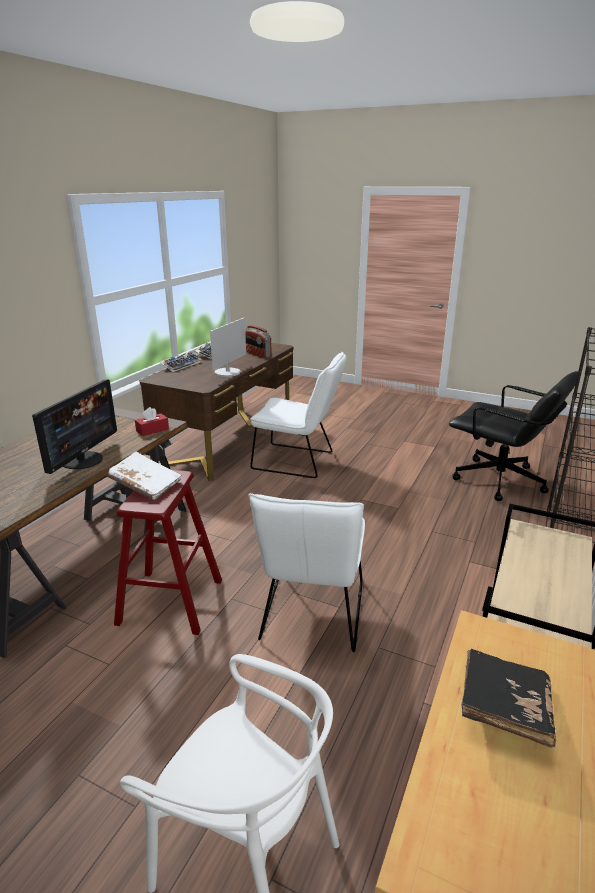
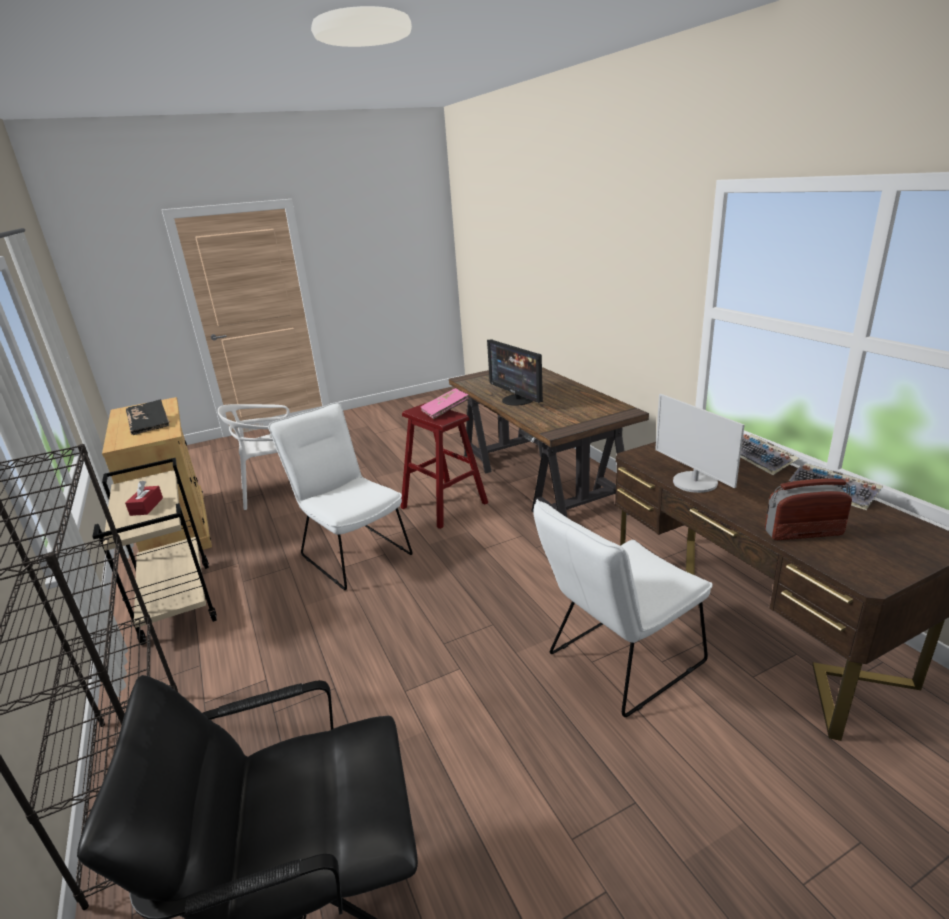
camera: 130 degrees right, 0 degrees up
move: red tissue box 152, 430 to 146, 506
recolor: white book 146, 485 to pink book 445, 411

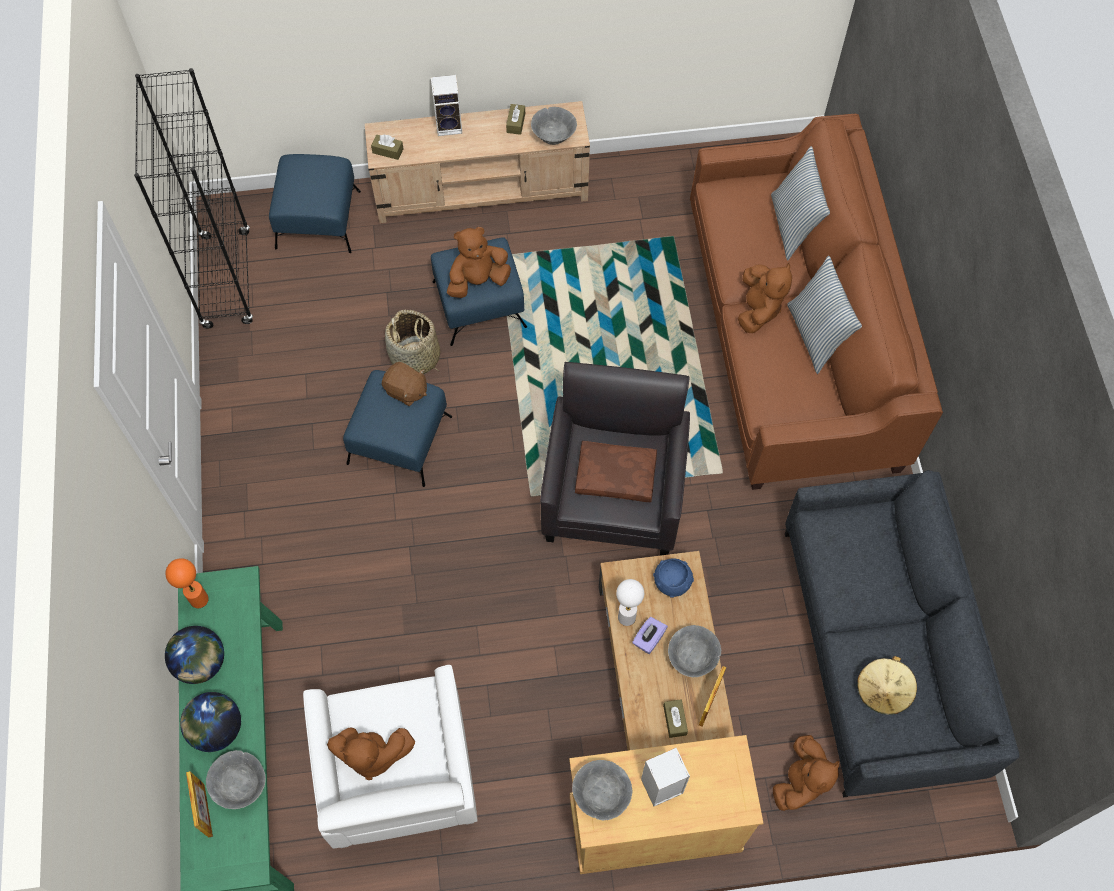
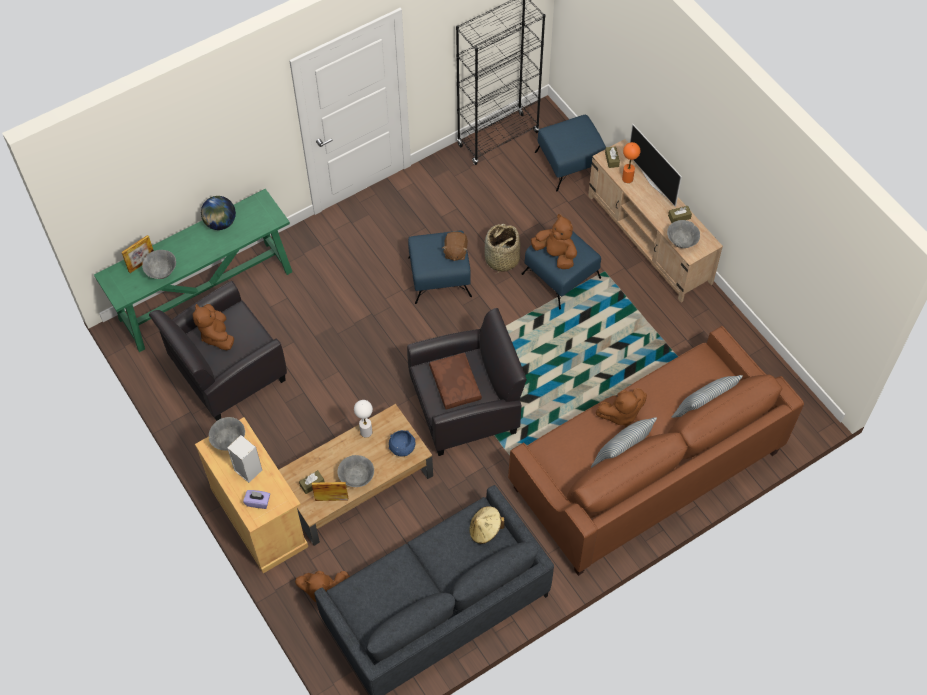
camera: 65 degrees right, 5 degrees down
delete: globe 216, 729
move: orange table lamp 199, 599 to 627, 178; purple tissue box 648, 639 to 258, 502; beige hat 883, 691 to 485, 530
replace: speaker 450, 125 to television 653, 183
recolor: white armchair 399, 776 to black armchair 227, 372

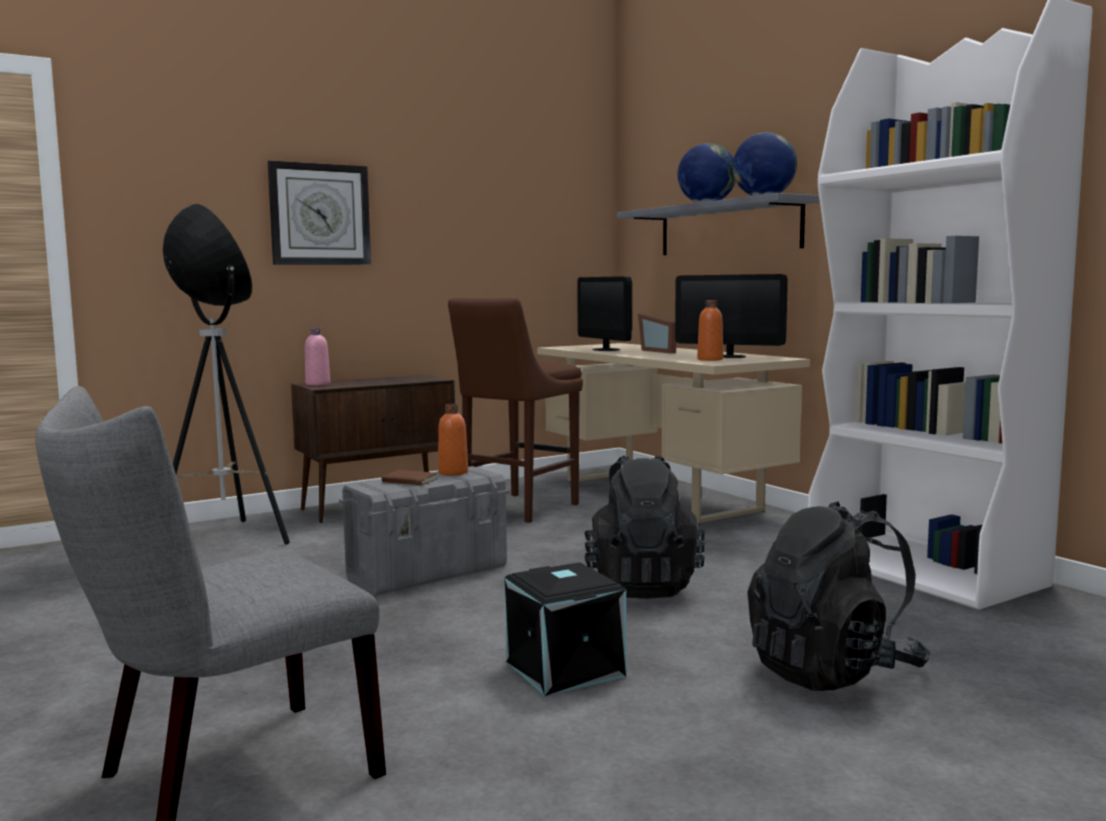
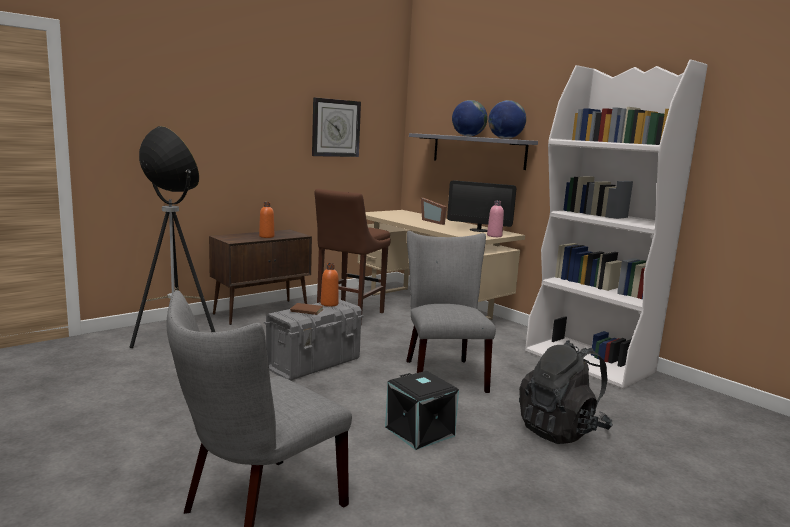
camera: 10 degrees left, 5 degrees up
delete: monitor 606, 349
move: wall clock 320, 214 to 335, 128; pink bottle 318, 384 to 494, 236; orange bottle 710, 359 to 266, 236
replace: black backpack 642, 585 to grey chair 442, 373

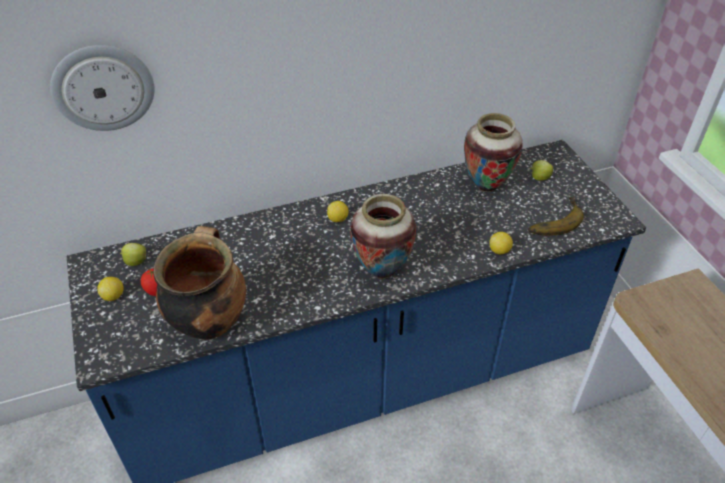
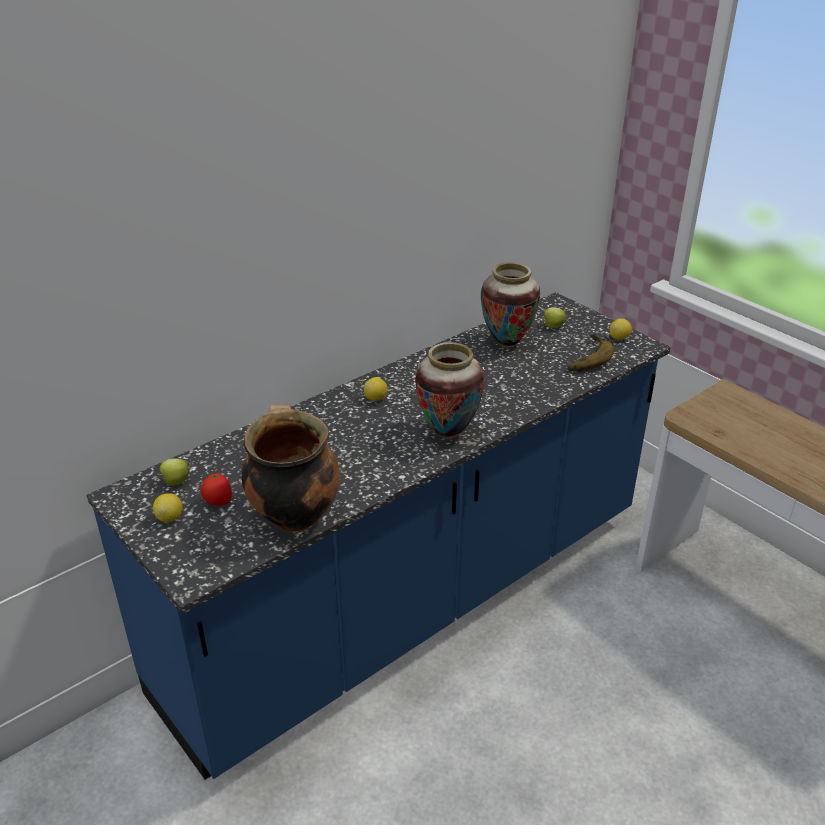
camera: 20 degrees left, 10 degrees down
delete: wall clock 103, 87
move: lemon 499, 251 to 619, 338

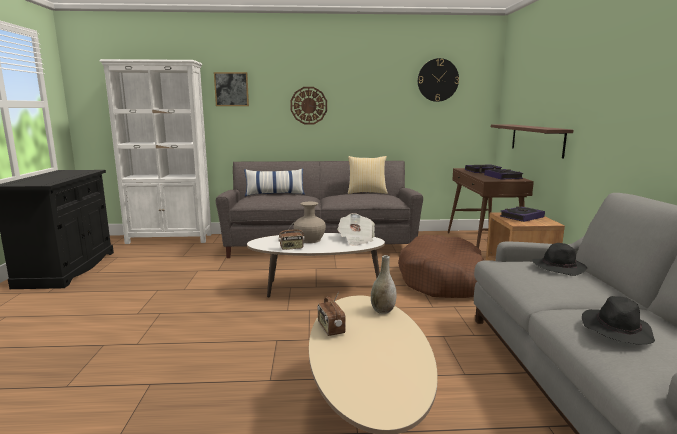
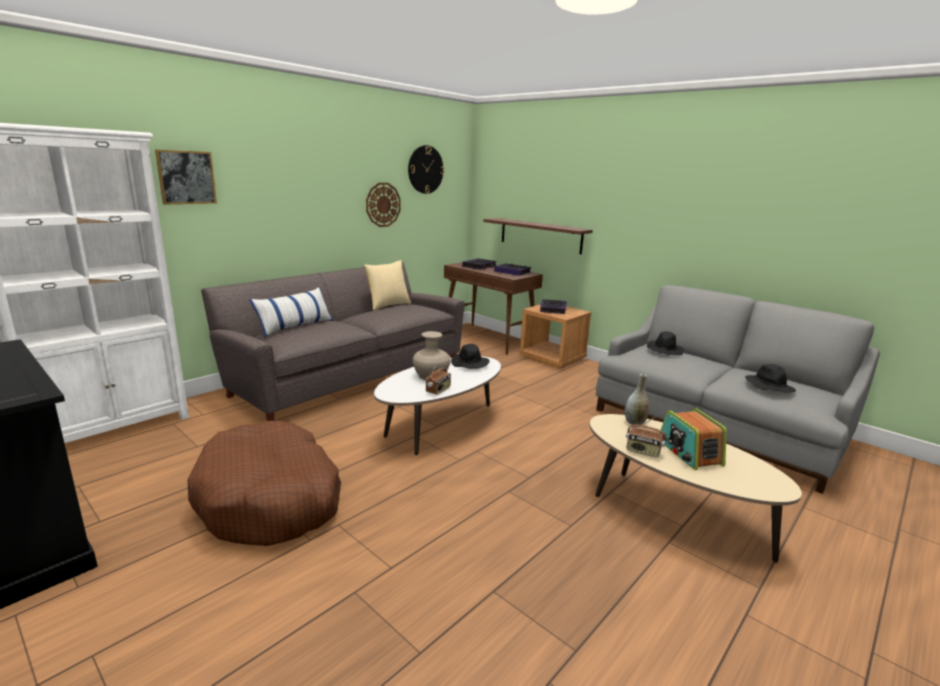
camera: 45 degrees left, 5 degrees up
insert: radio 688, 453
move: wall clock 308, 105 to 383, 204; brown dog bed 443, 280 to 270, 499
replace: newspaper 356, 240 to black hat 470, 364

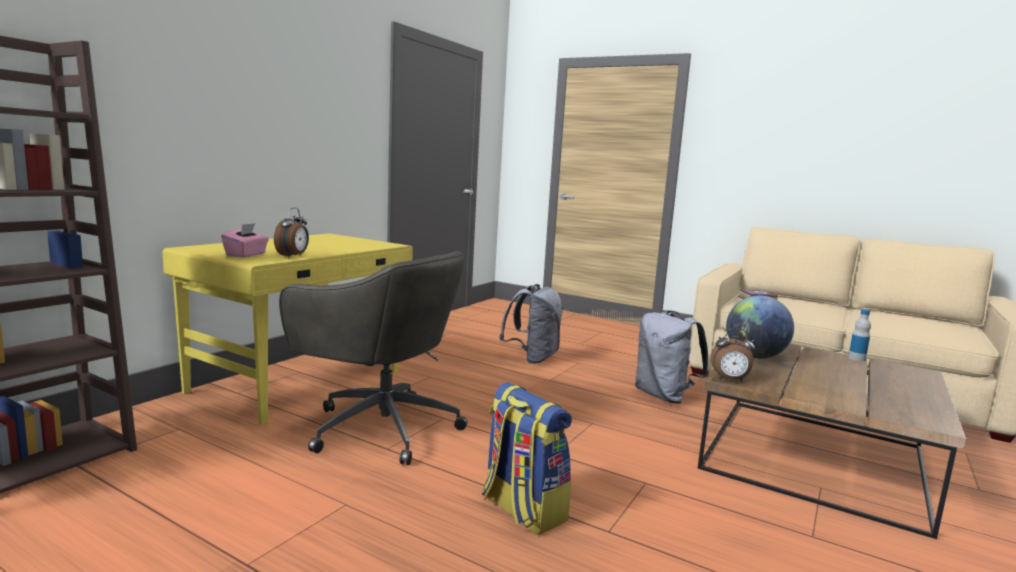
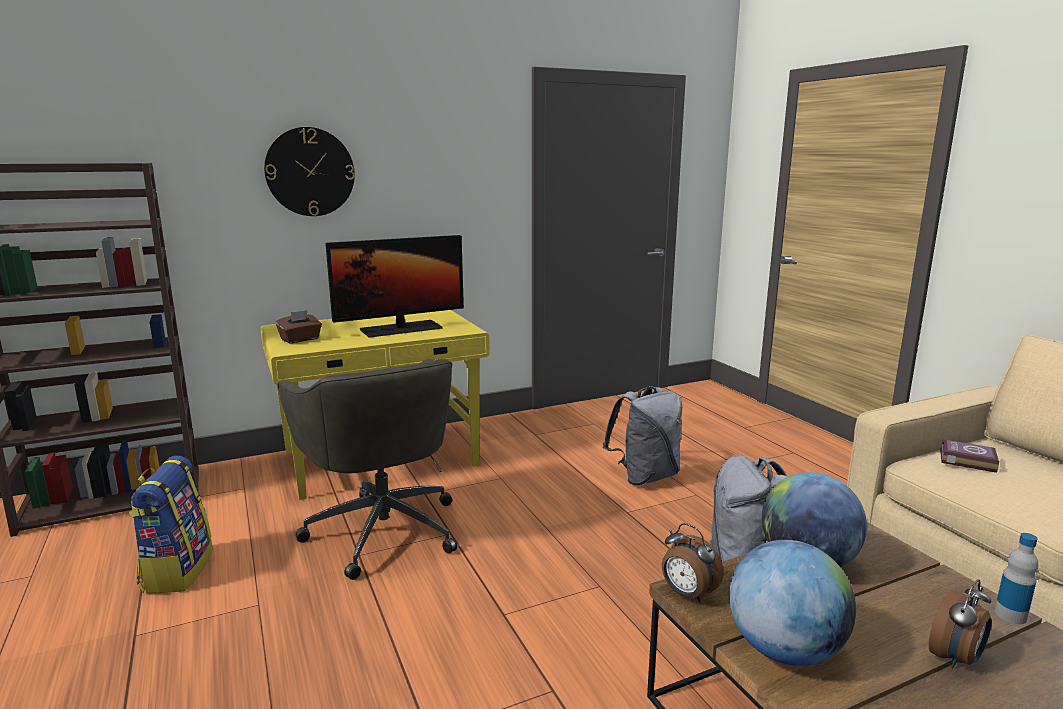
camera: 35 degrees right, 5 degrees up
insert: wall clock 310, 172; monitor 401, 329; globe 784, 650
move: alarm clock 293, 256 to 956, 658; backpack 522, 510 to 177, 570
recolor: pink tissue box 246, 255 to brown tissue box 300, 339

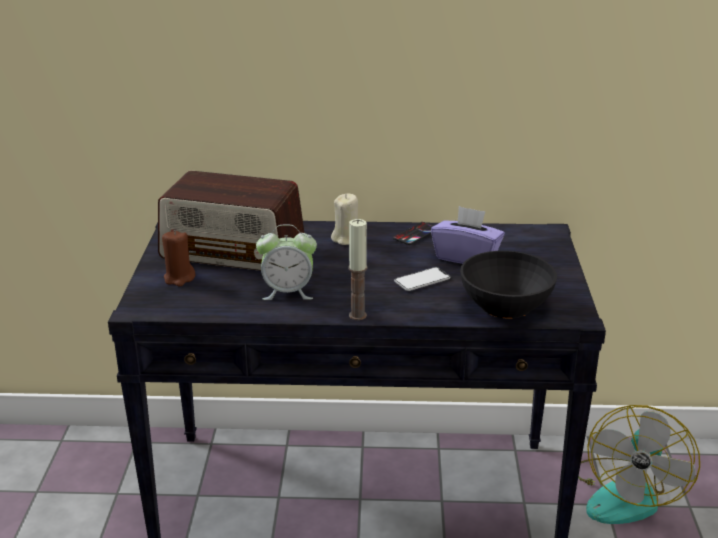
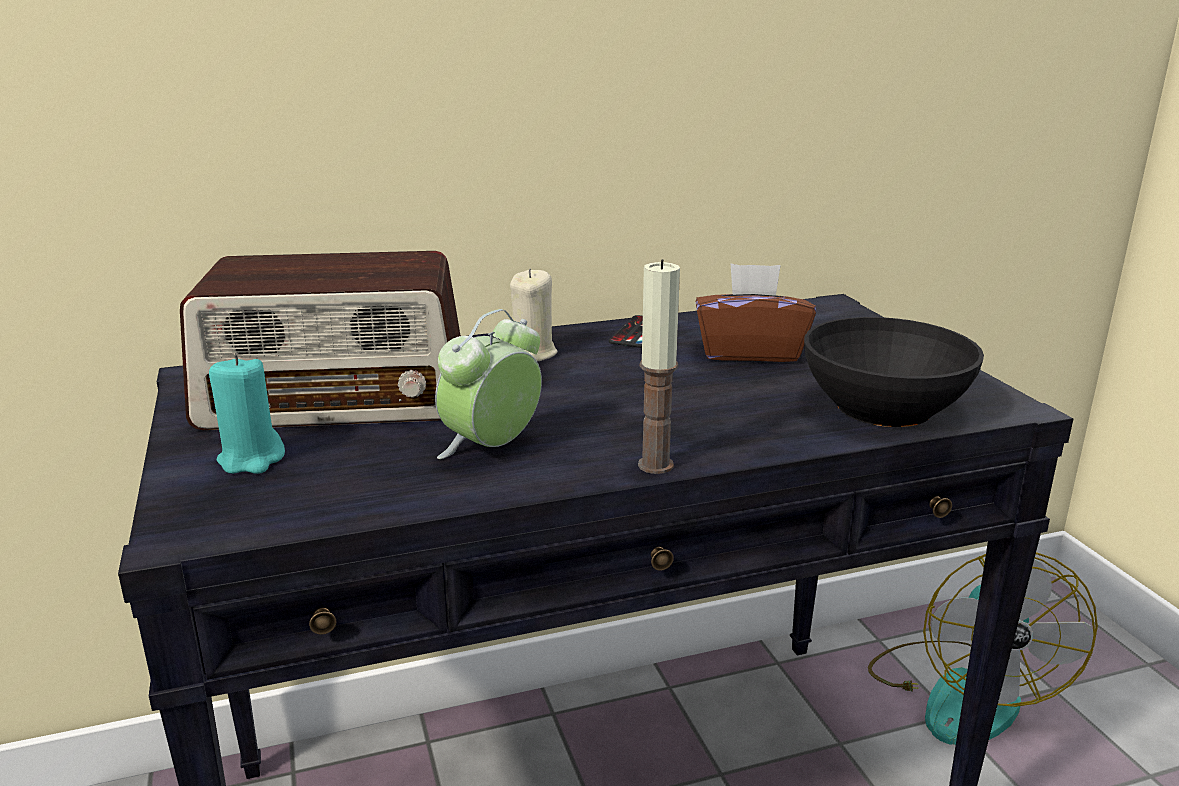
camera: 20 degrees left, 5 degrees down
delete: phone 422, 280
recolor: brown candle 179, 278 to turquoise candle 251, 459; purple tissue box 466, 257 to brown tissue box 750, 351
rotate: alarm clock 288, 292 = 492, 448 150 degrees clockwise

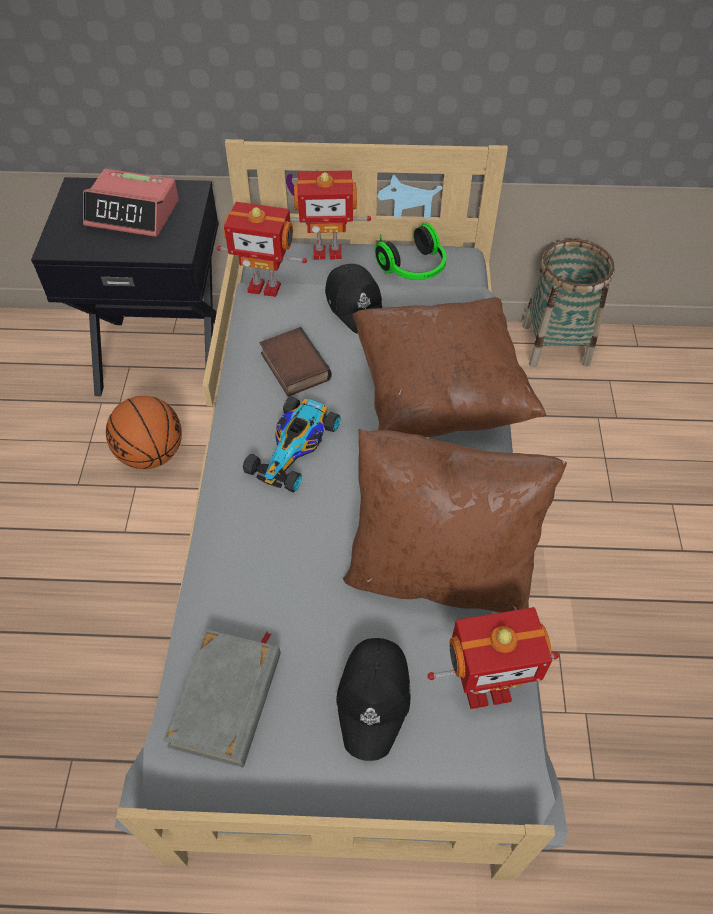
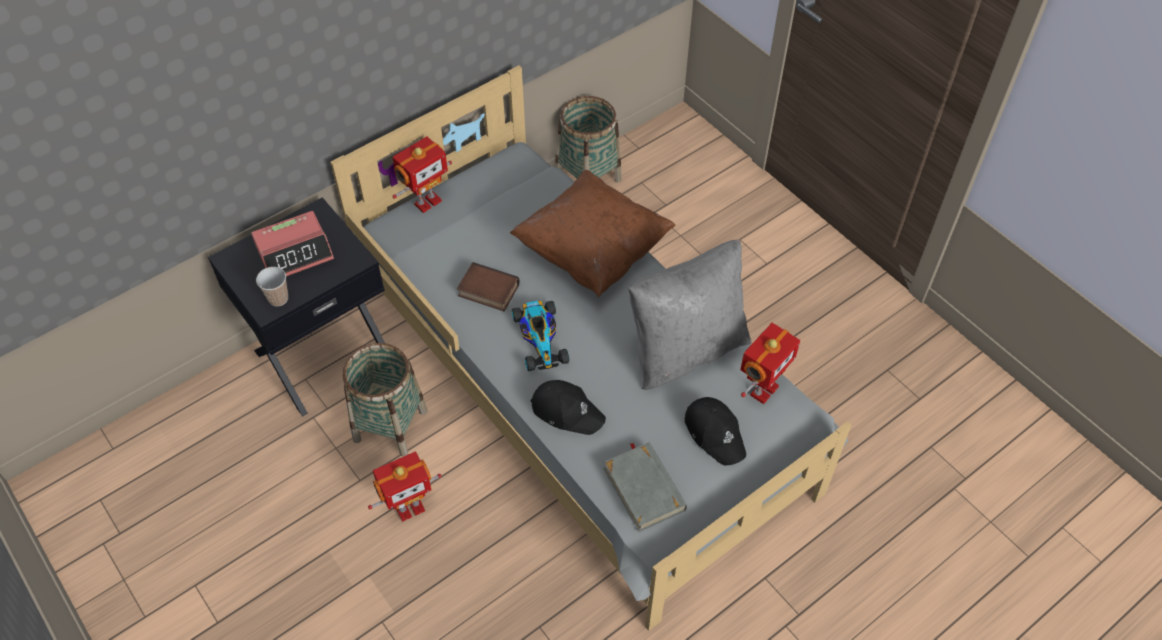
camera: 40 degrees left, 0 degrees up
delete: headphones 414, 269
insert: cup 278, 298
move: toy robot 265, 286 to 409, 508; black cap 355, 304 to 567, 411
replace: basketball 151, 454 to basket 390, 425
recolor: brown pillow 439, 570 to grey pillow 686, 349

